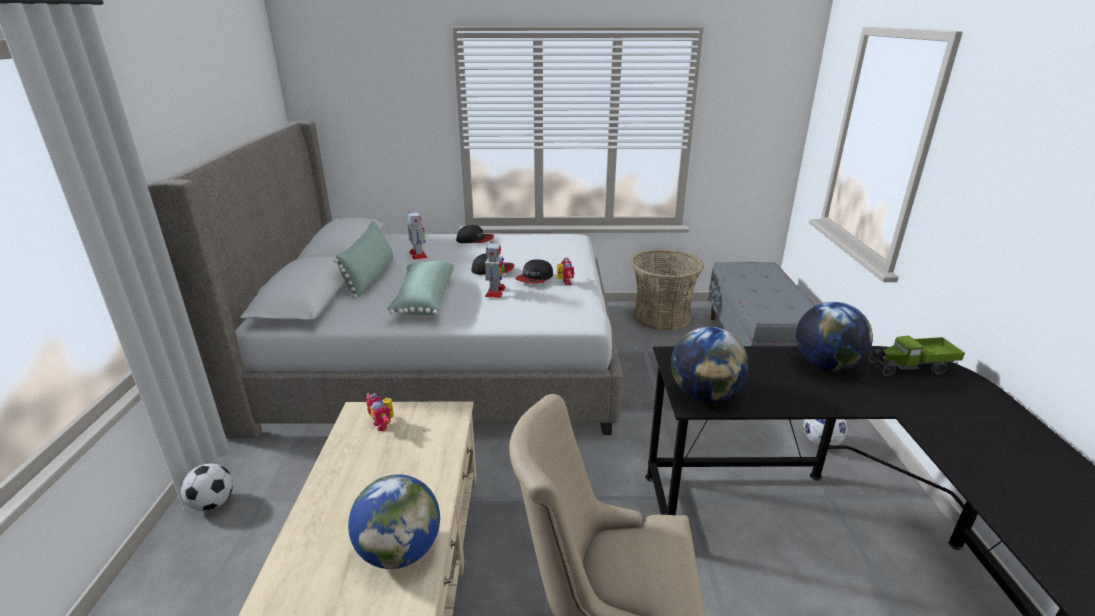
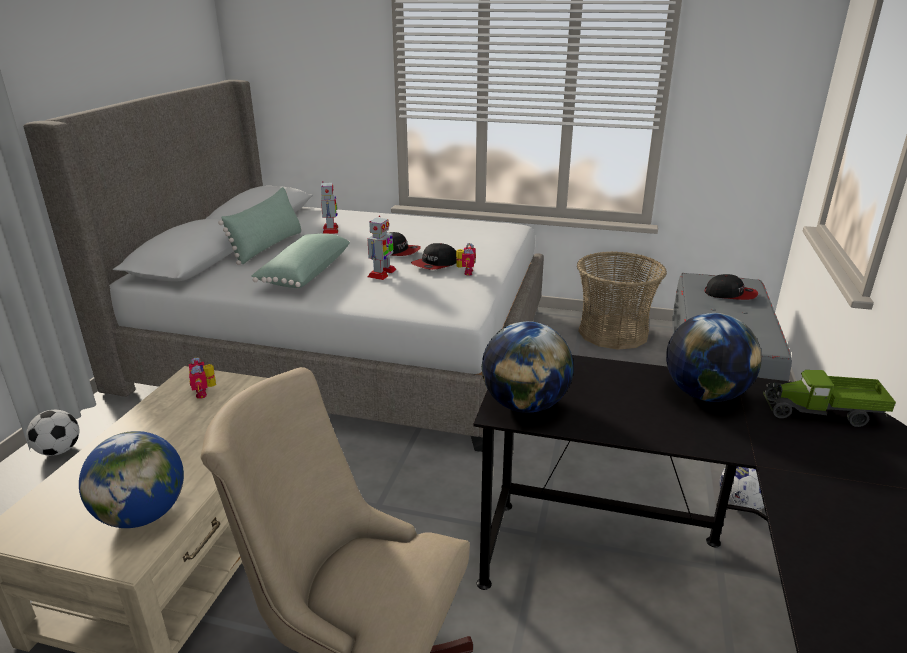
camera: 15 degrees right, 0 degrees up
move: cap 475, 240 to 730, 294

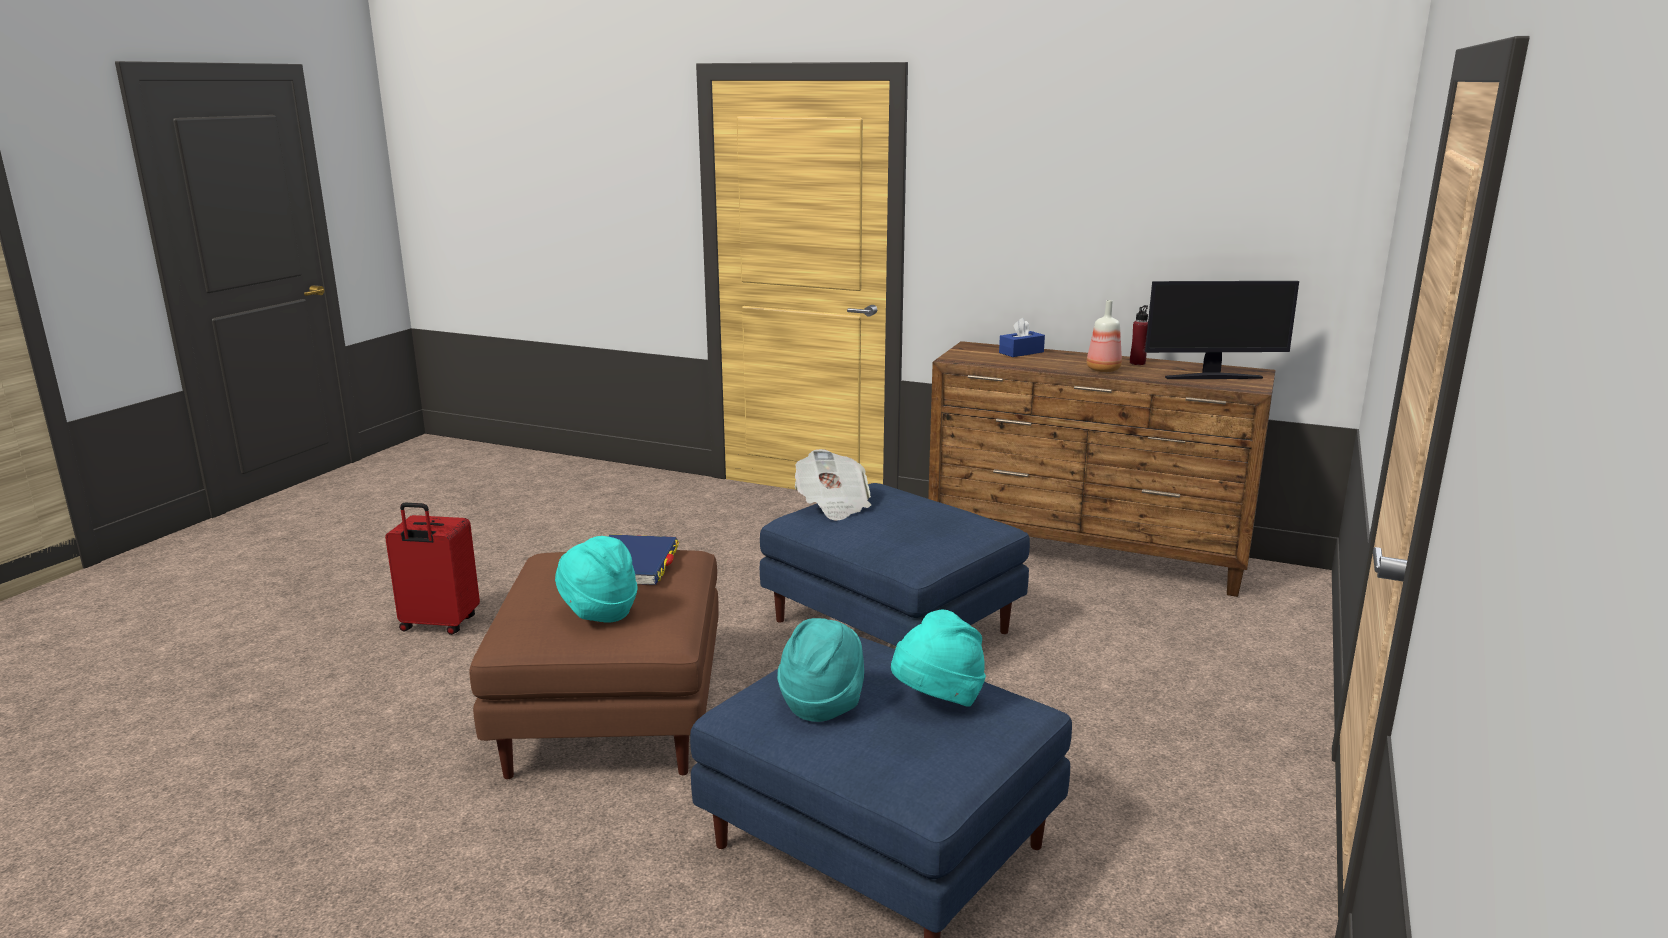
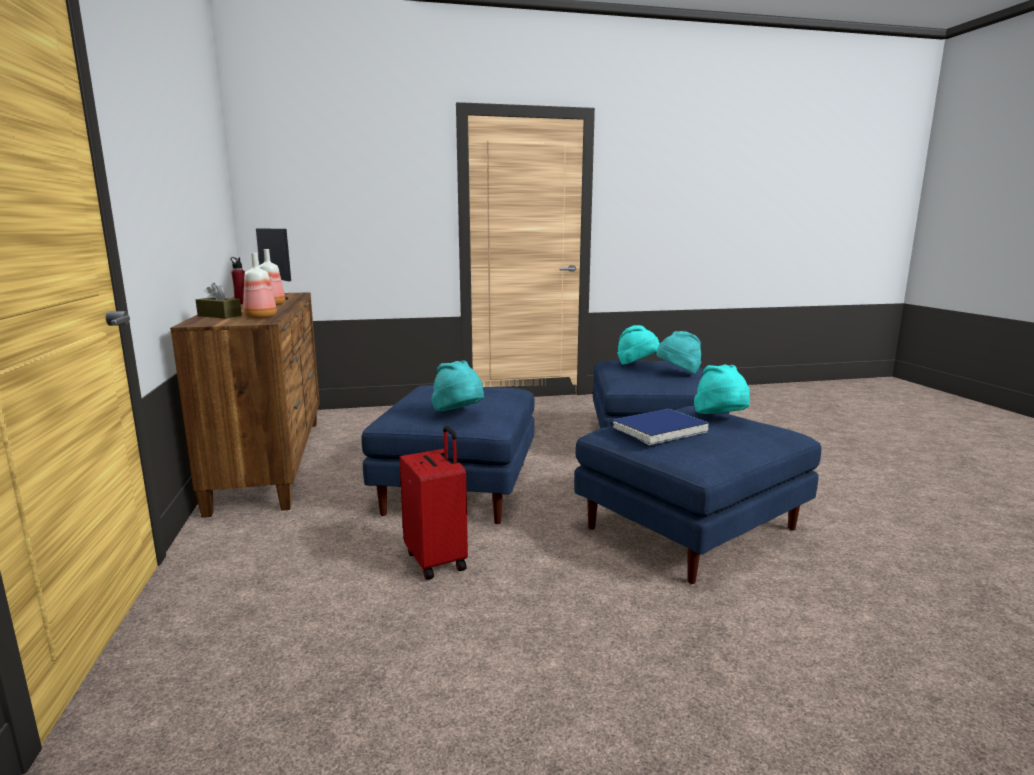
camera: 125 degrees left, 5 degrees down
insert: bottle 259, 317
move: red suitcase 439, 625 to 437, 560
replace: newspaper 832, 505 to turquoise hat 459, 414
recolor: brown ottoman 612, 711 to blue ottoman 690, 529; blue tissue box 1021, 352 to brown tissue box 219, 316

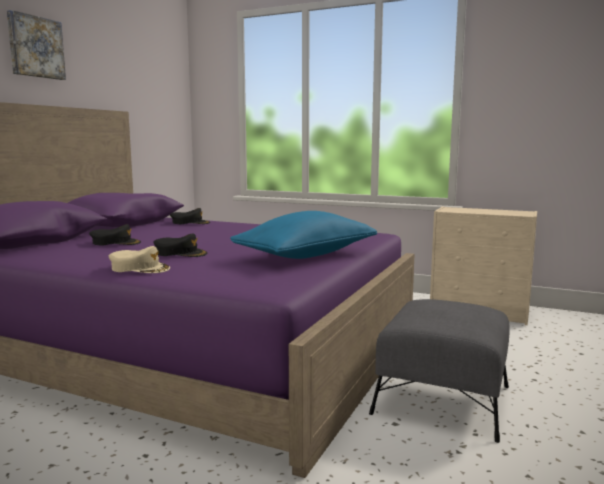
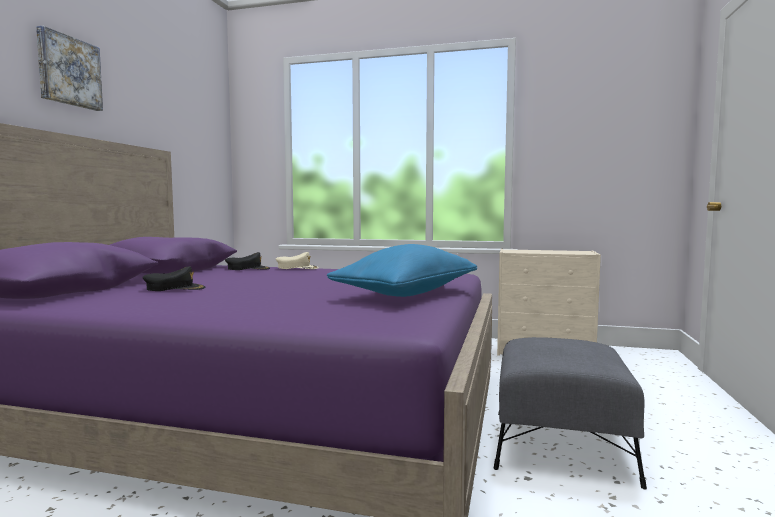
camera: 10 degrees left, 5 degrees down
delete: black cap 180, 253
move: beige cap 140, 268 to 297, 268

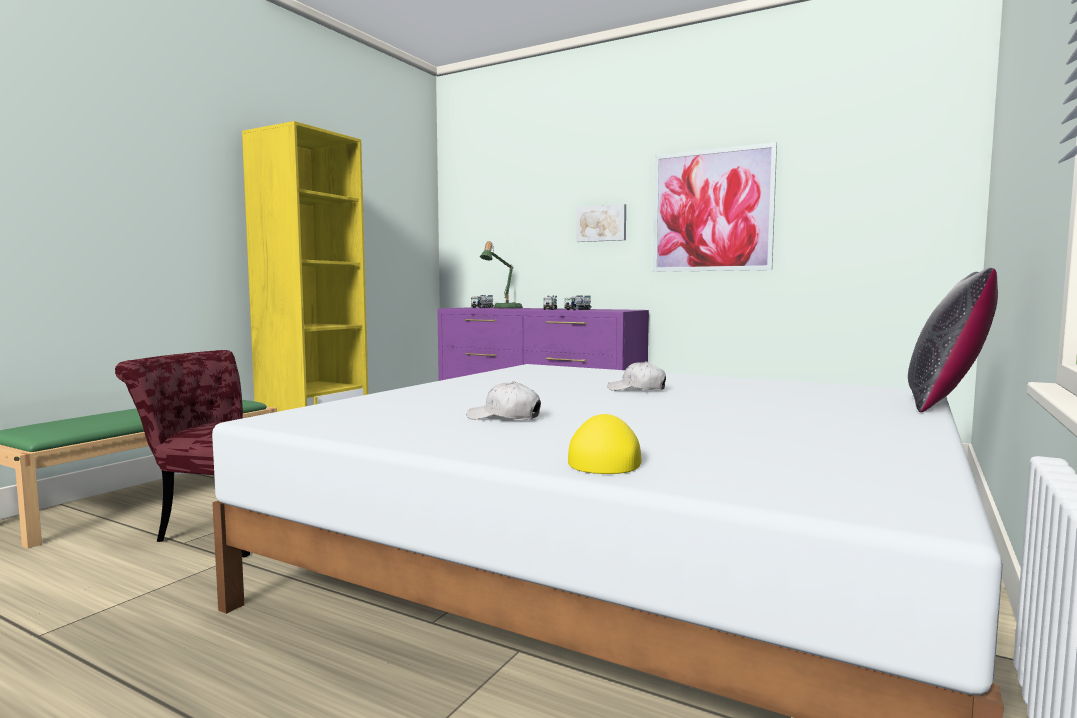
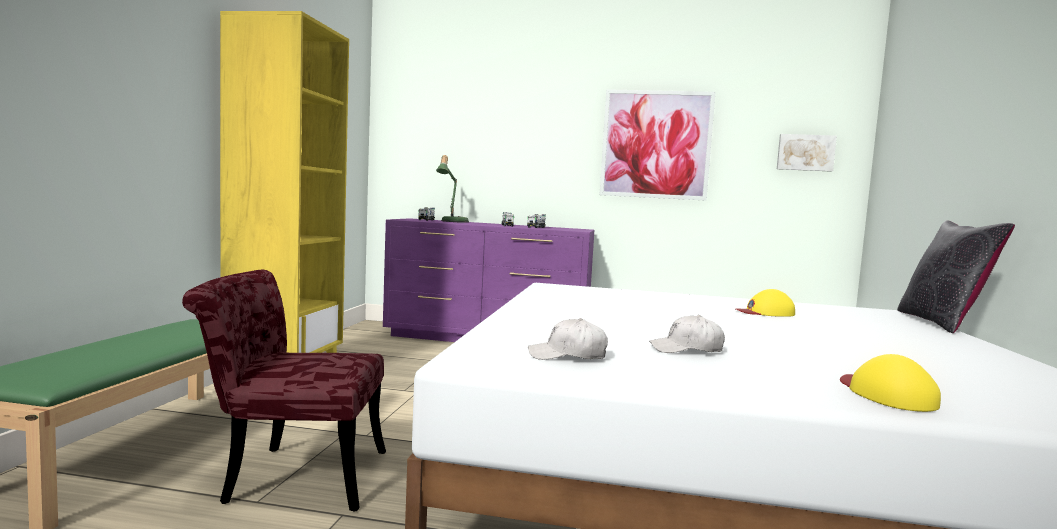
camera: 20 degrees left, 0 degrees up
insert: yellow cap 765, 313
move: picture 601, 223 to 805, 152; white cap 637, 389 to 568, 356

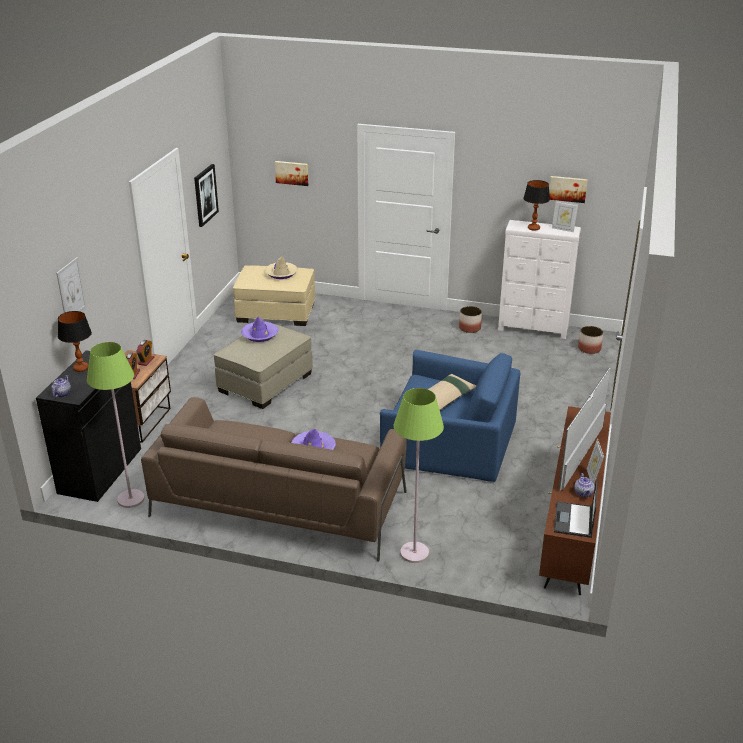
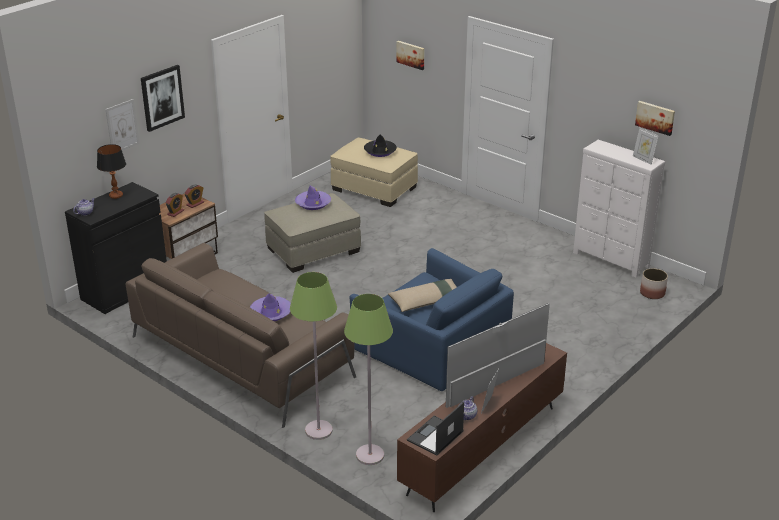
camera: 25 degrees right, 0 degrees up
delete: planter 470, 328; table lamp 533, 228
move: green floor lamp 130, 499 to 369, 455; picture 205, 195 to 162, 97
recolor: beige hat 281, 274 to black hat 380, 151

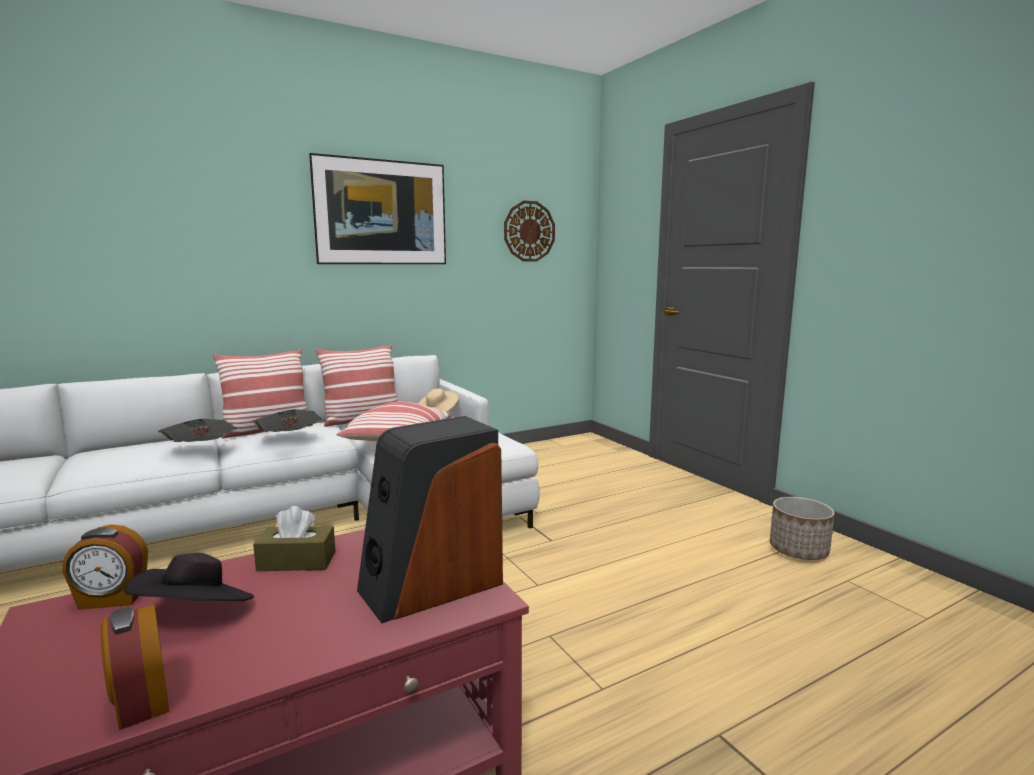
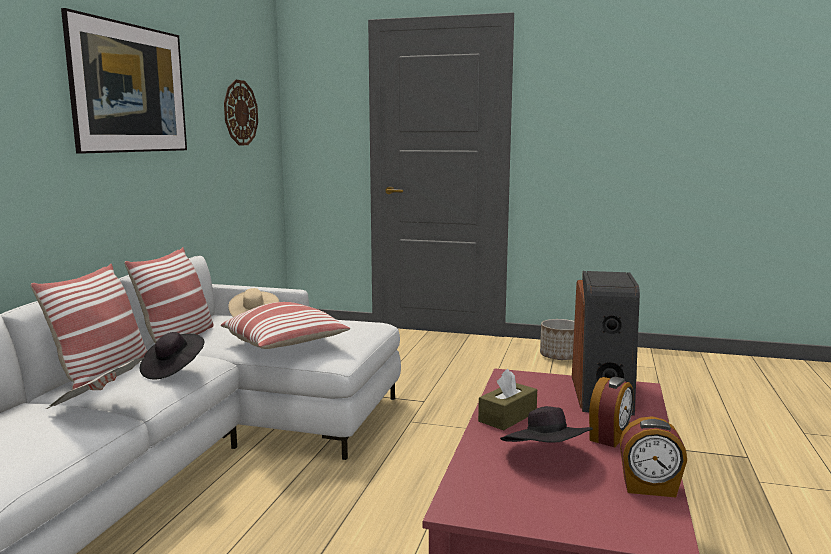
camera: 45 degrees left, 0 degrees up
move: alarm clock 112, 599 to 610, 437
replace: newspaper 289, 438 to black hat 173, 370

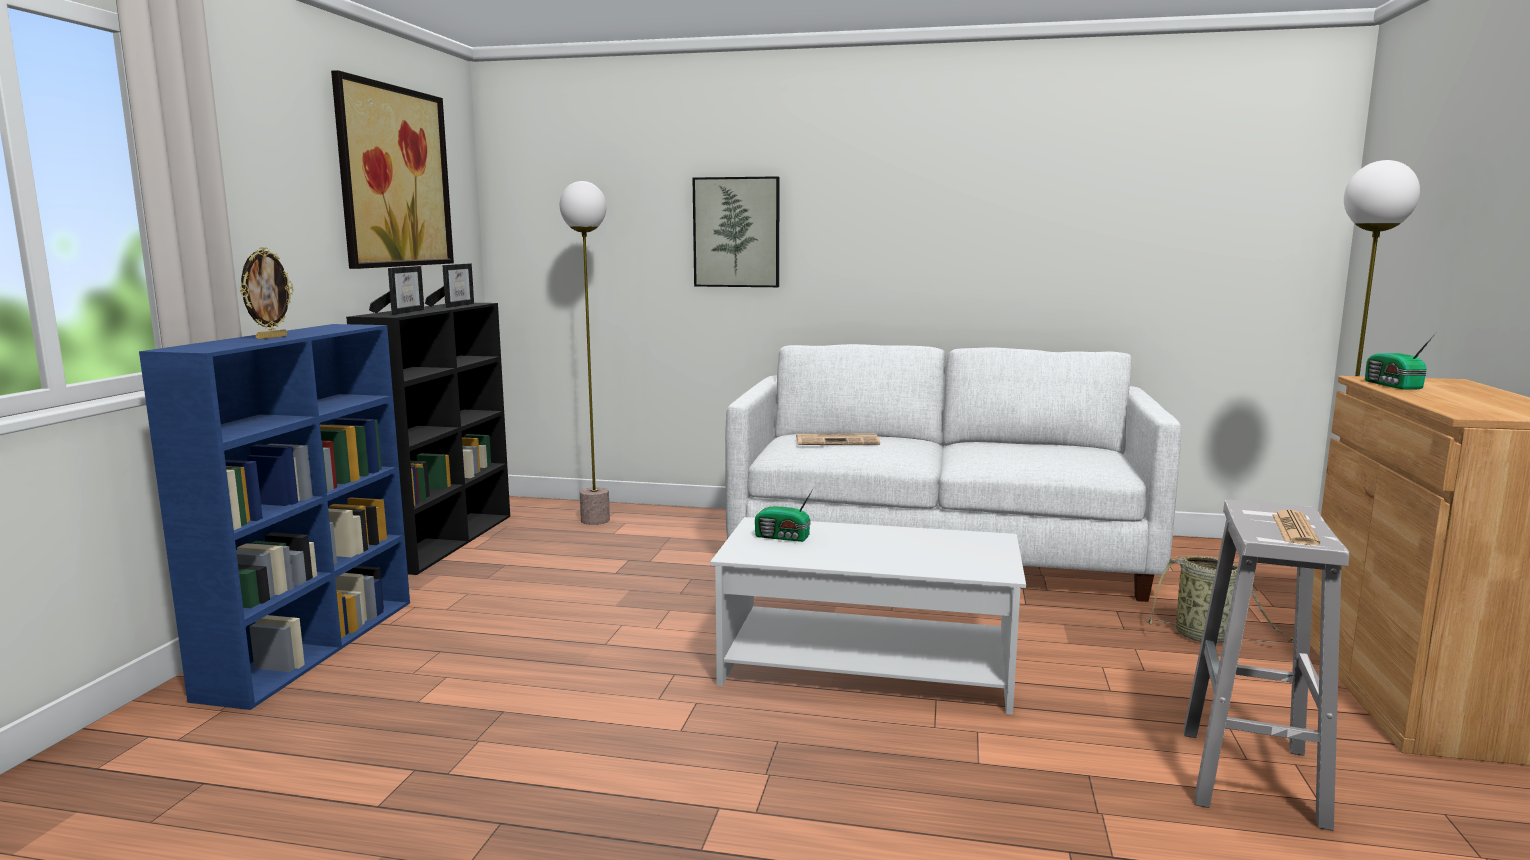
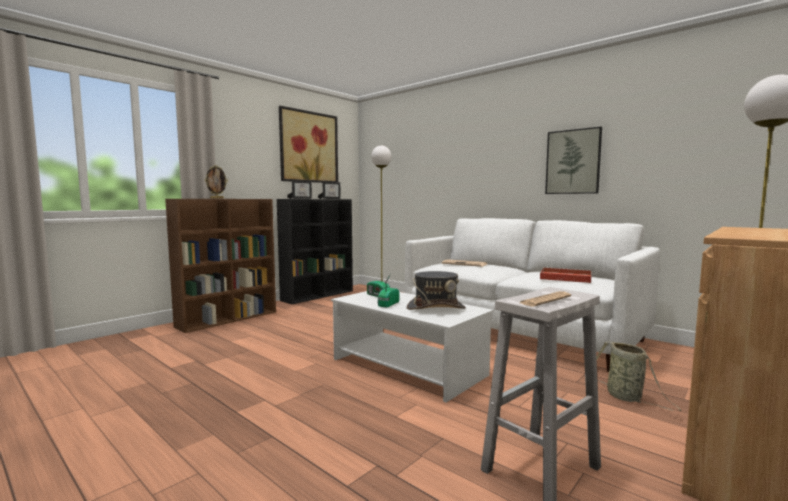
camera: 30 degrees right, 5 degrees down
insert: grey hat 436, 308; red tray 564, 277
move: picture 736, 232 to 573, 162; radio 1392, 385 to 387, 304
recolor: blue bookcase 313, 645 to brown bookcase 229, 319

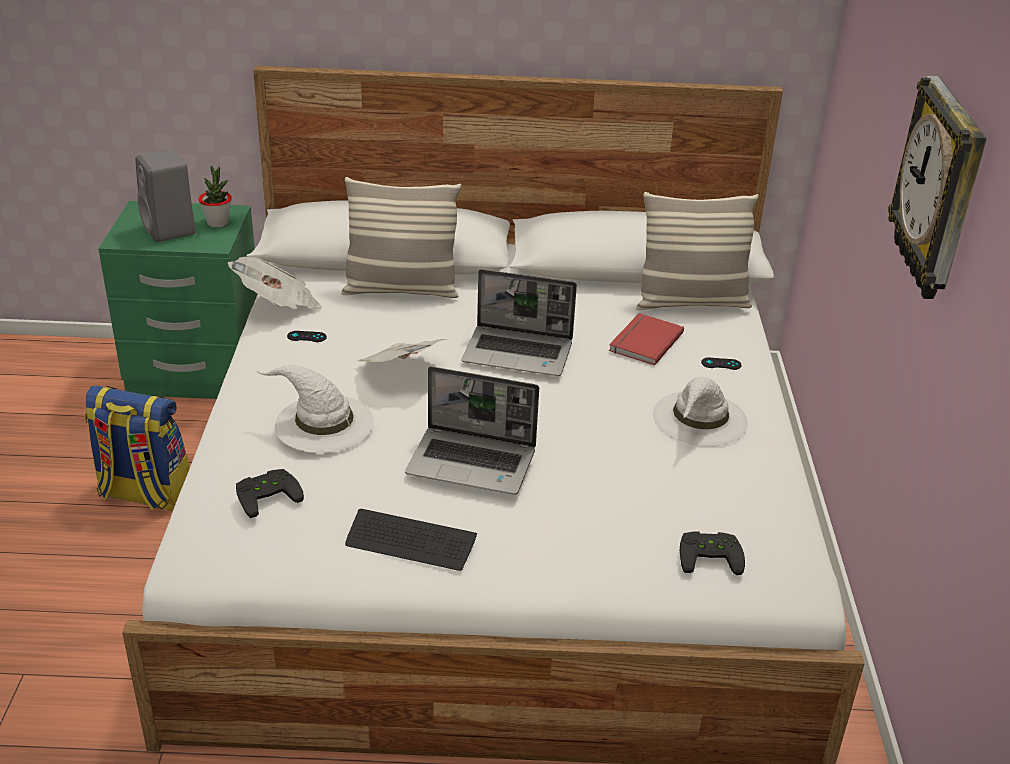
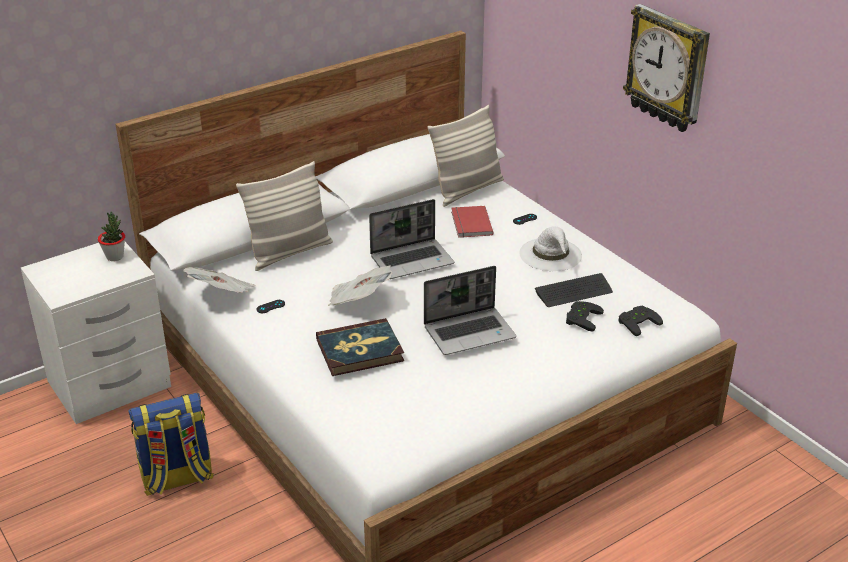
camera: 35 degrees left, 0 degrees up
delete: grey speaker 170, 230
move: black game controller 267, 494 to 581, 318; keyboard 410, 542 to 573, 292
replace: white hat 322, 423 to book 360, 350
recolor: green nightstand 196, 373 to white nightstand 110, 386

